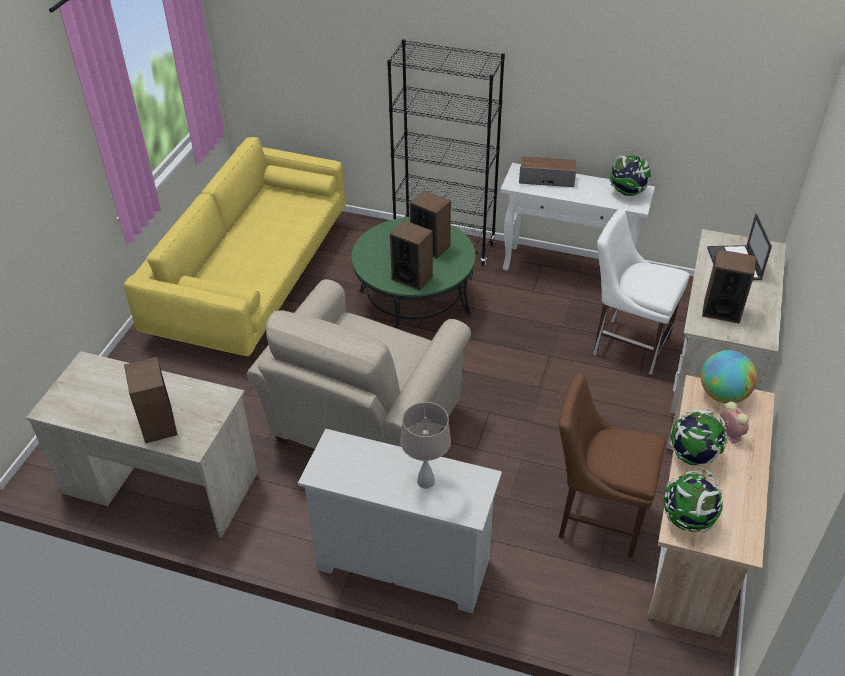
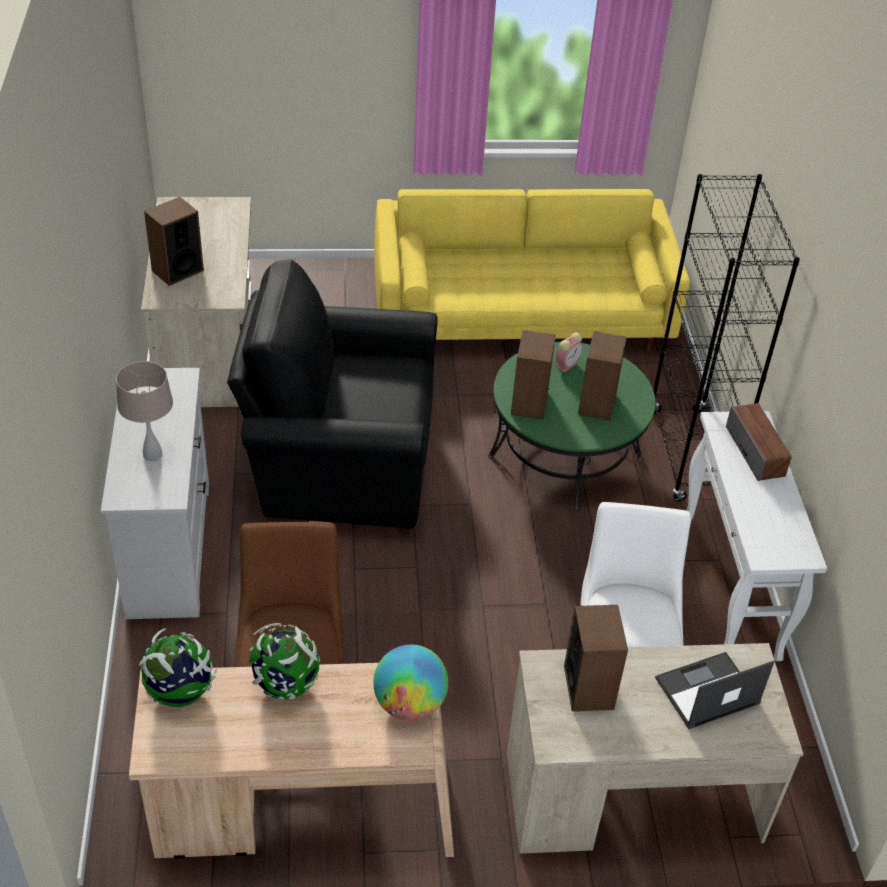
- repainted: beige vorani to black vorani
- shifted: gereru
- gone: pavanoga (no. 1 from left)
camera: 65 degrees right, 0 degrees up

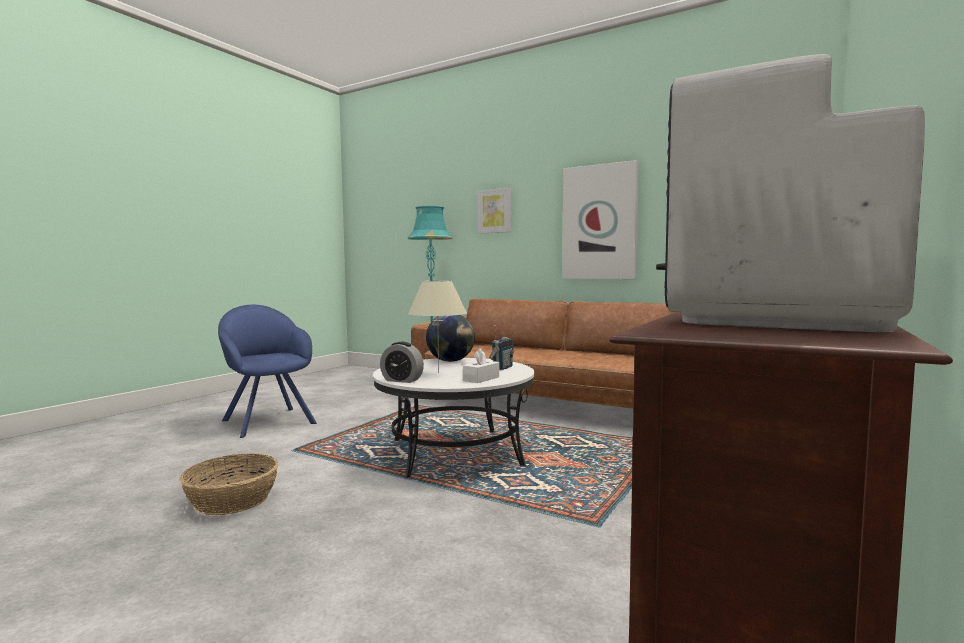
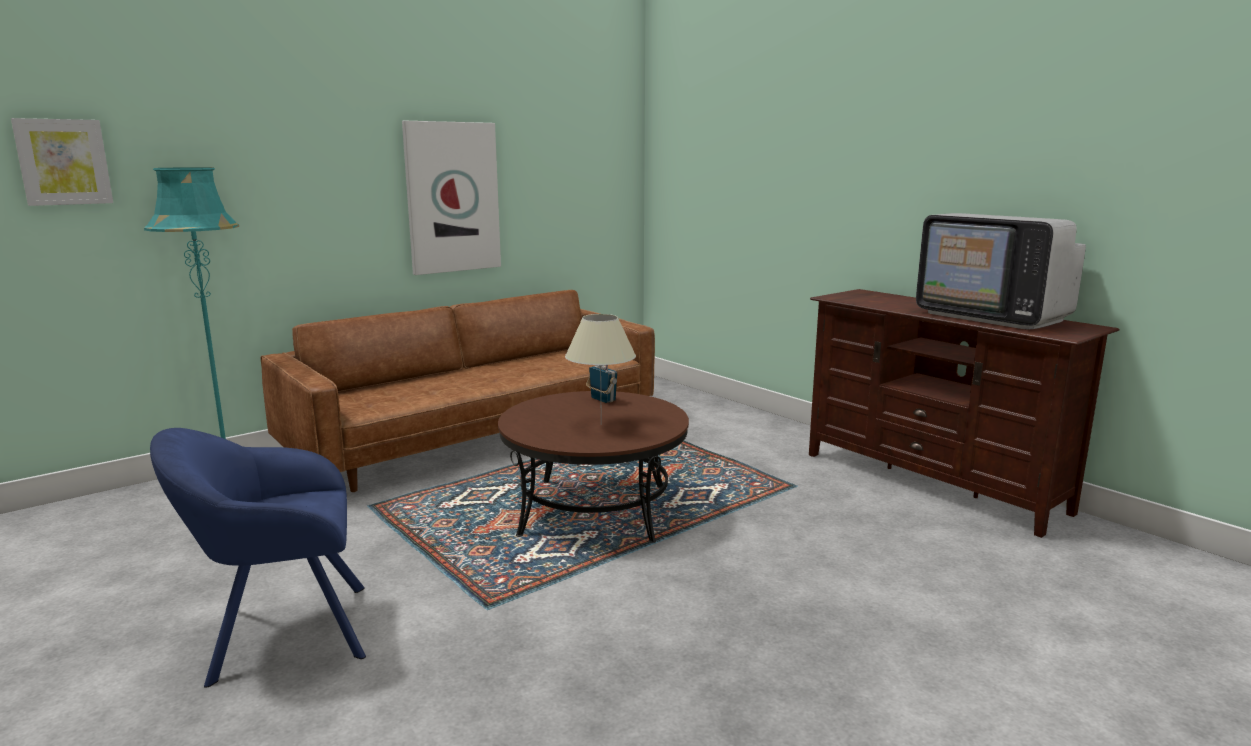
- shifted: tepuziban (no. 1 from left)
- repainted: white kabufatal to brown kabufatal
- gone: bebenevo
- gone: gereru
- gone: pavanoga
- gone: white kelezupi
camera: 70 degrees left, 10 degrees up

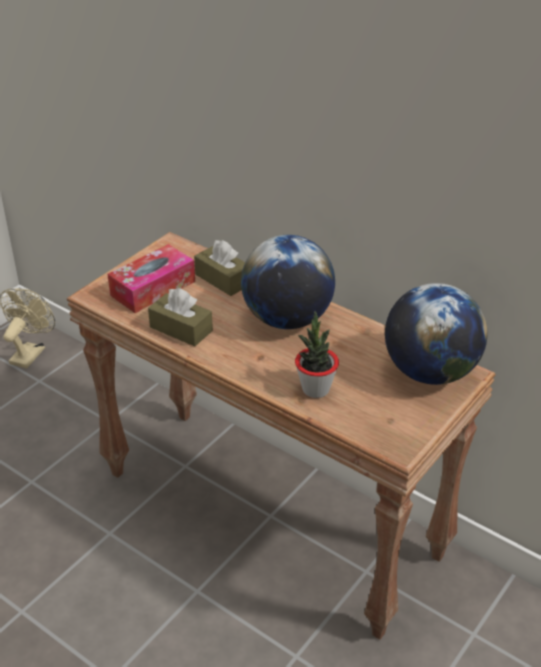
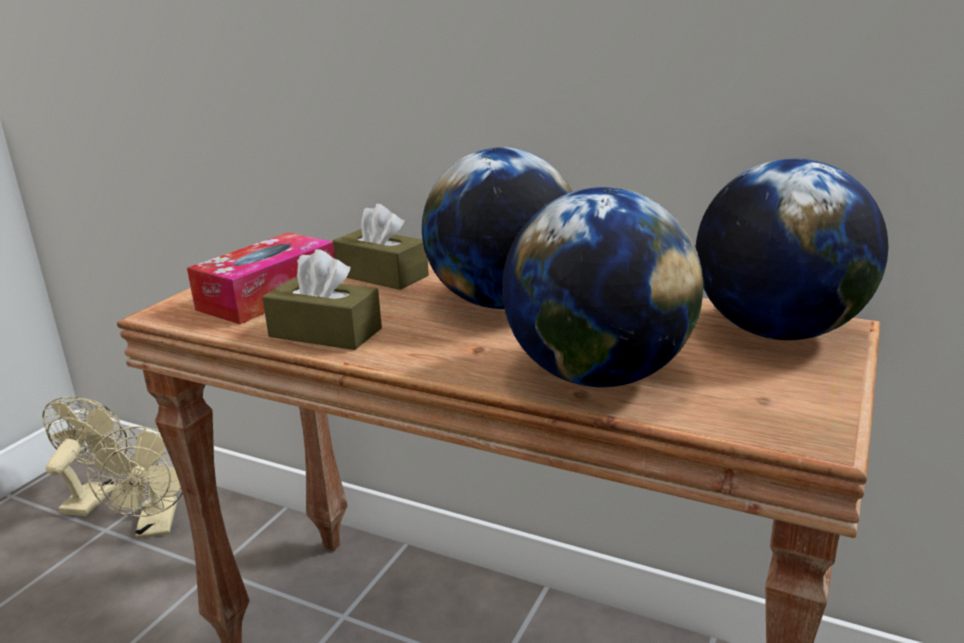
- new: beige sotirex (no. 2 from left)
- swapped: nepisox to pavanoga (no. 2 from left)
camera: 10 degrees left, 15 degrees down

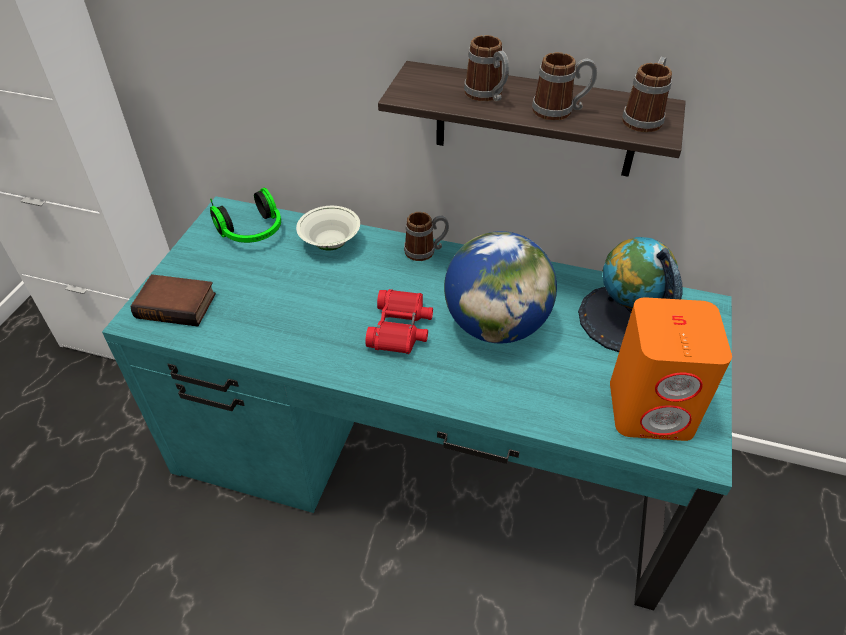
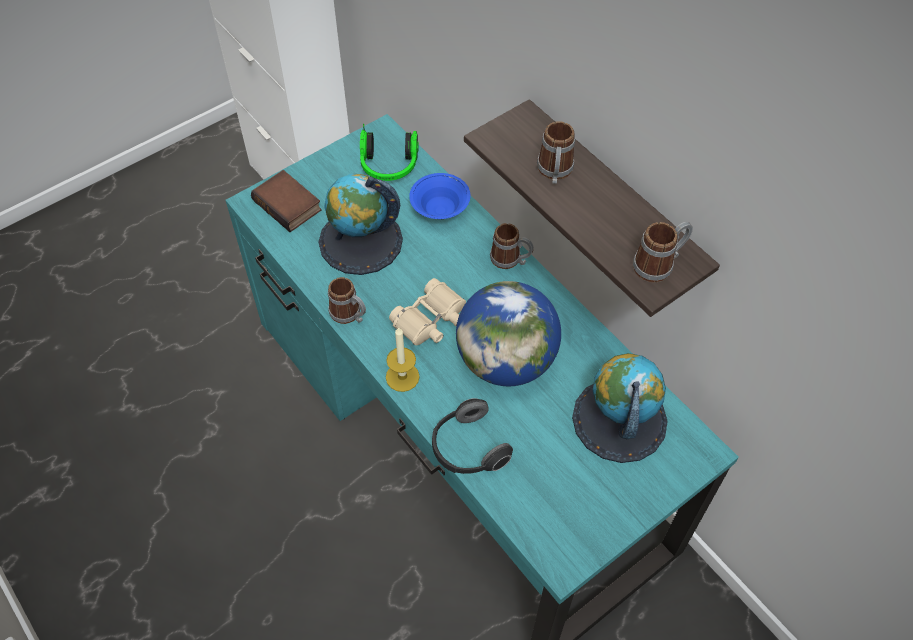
- new: pavanoga (no. 1 from left)
- shifted: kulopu (no. 3 from left in the first image) to kulopu (no. 1 from left)
- new: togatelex
- repainted: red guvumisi to beige guvumisi
- repainted: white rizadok to blue rizadok
- new: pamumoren (no. 2 from left)
- gone: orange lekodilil
camera: 35 degrees right, 10 degrees up

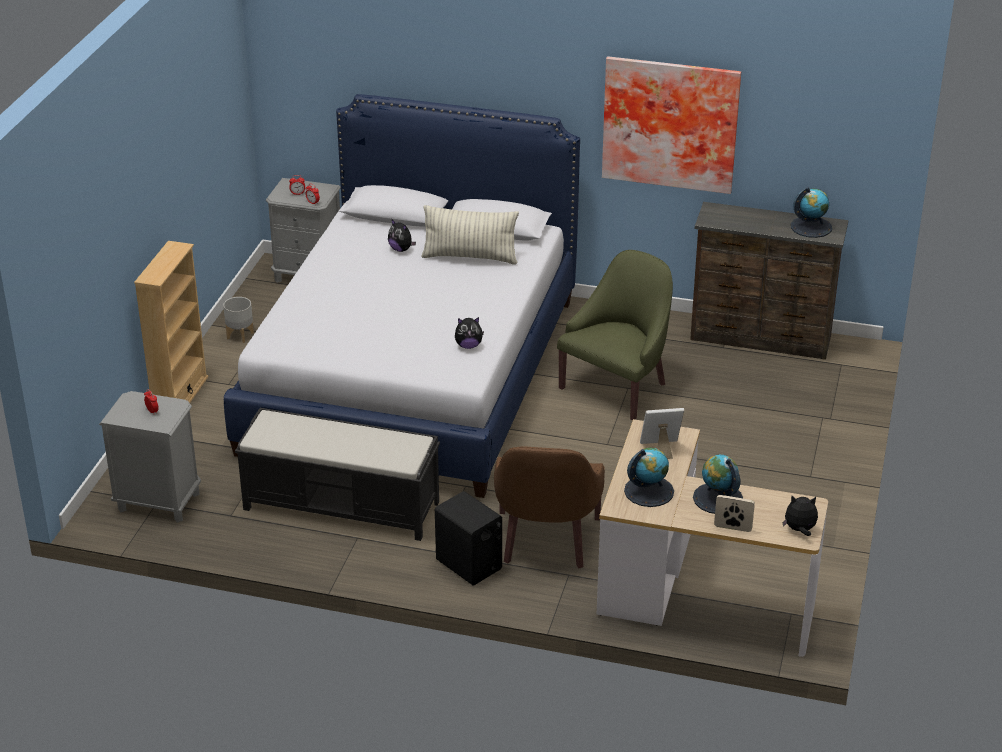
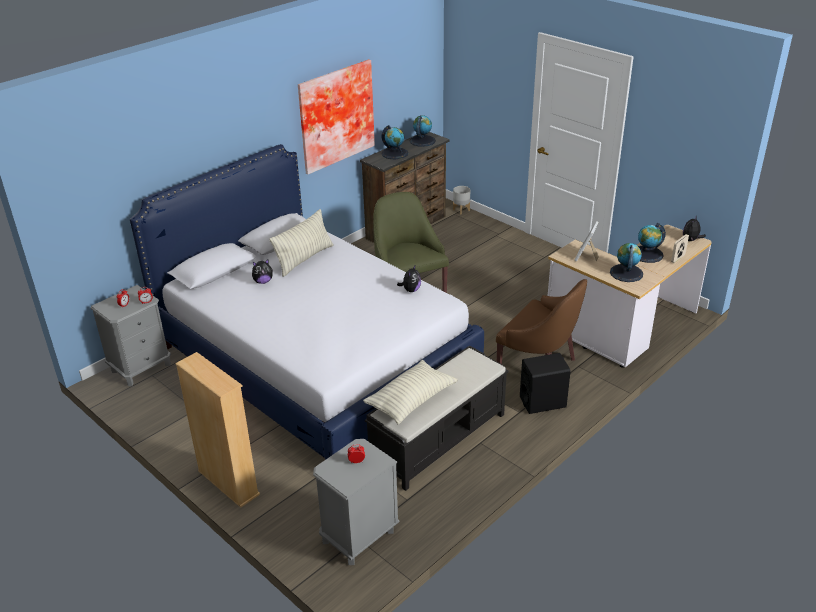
- new: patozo (no. 2 from left)
- new: pavanoga (no. 1 from left)
- shifted: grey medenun
camera: 60 degrees left, 0 degrees up

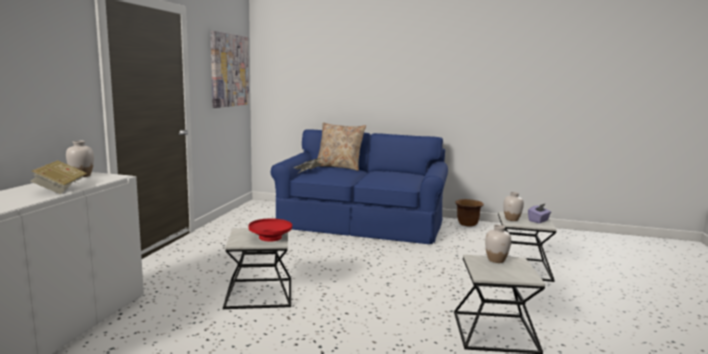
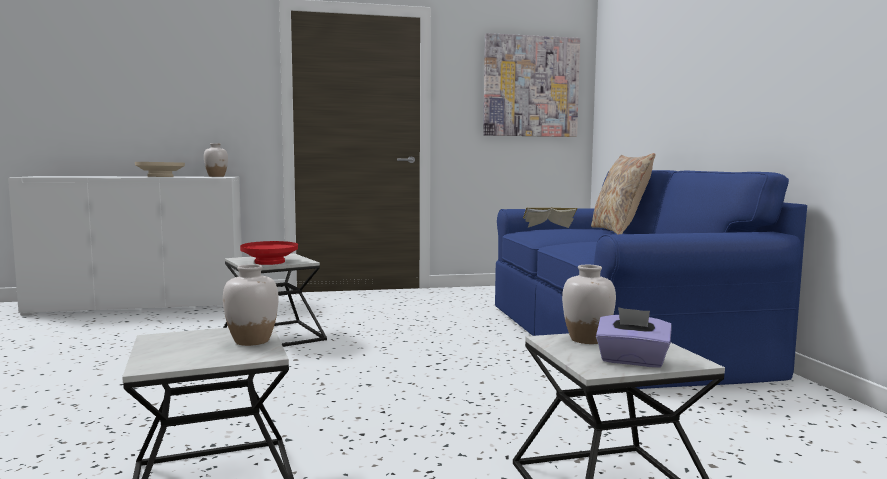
- swapped: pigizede (no. 1 from left) to beige rizadok
- gone: brown medenun
camera: 65 degrees right, 5 degrees down

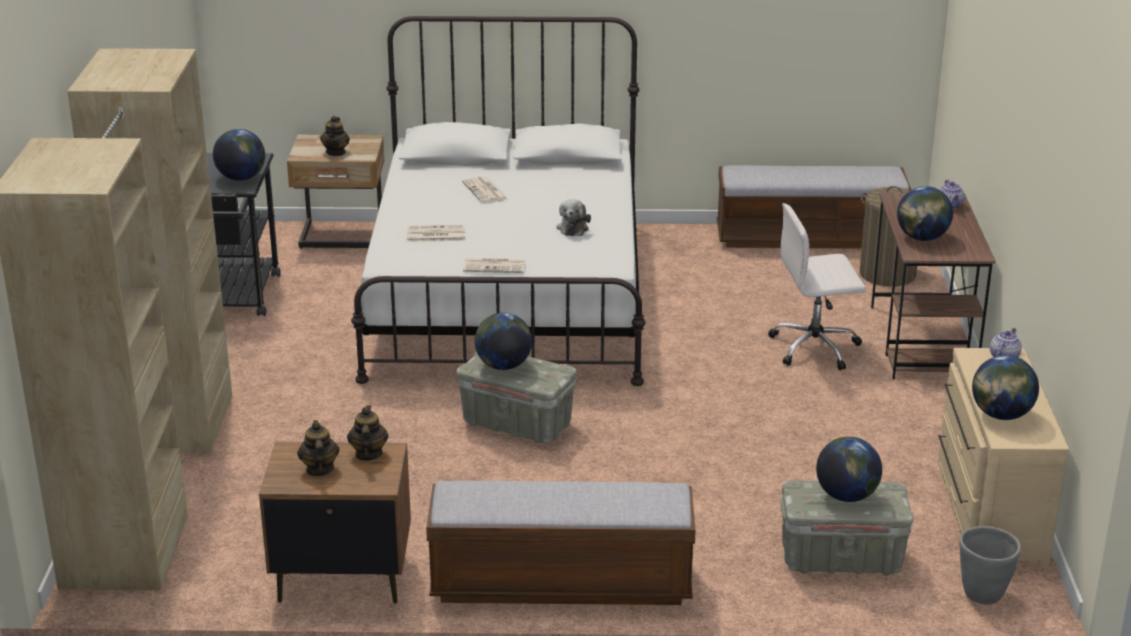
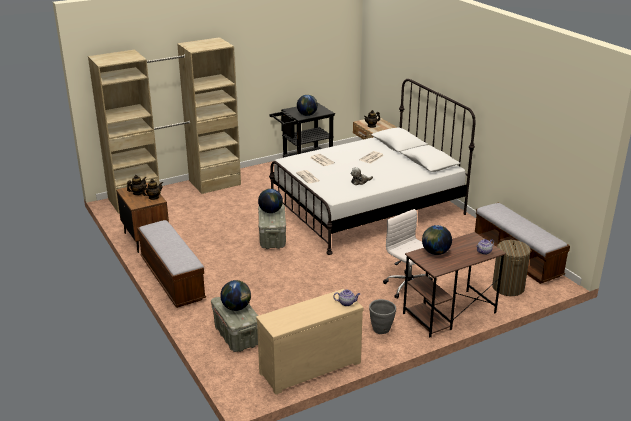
- shifted: grey medenun
- gone: pavanoga (no. 5 from left)
camera: 60 degrees right, 0 degrees up

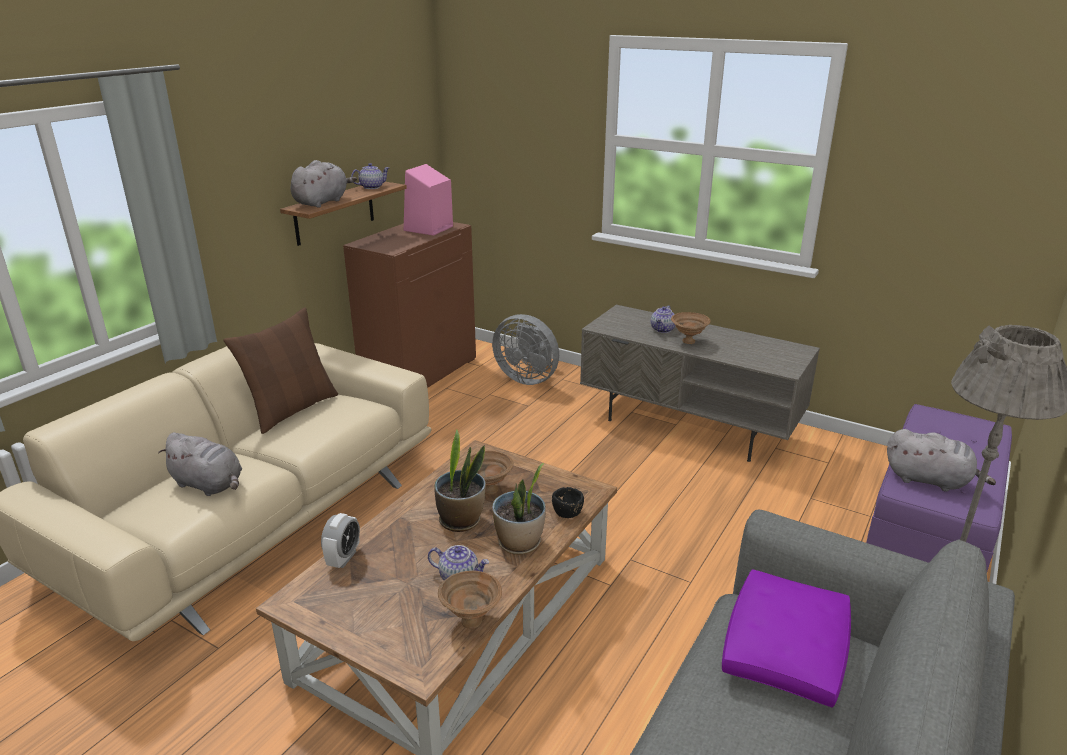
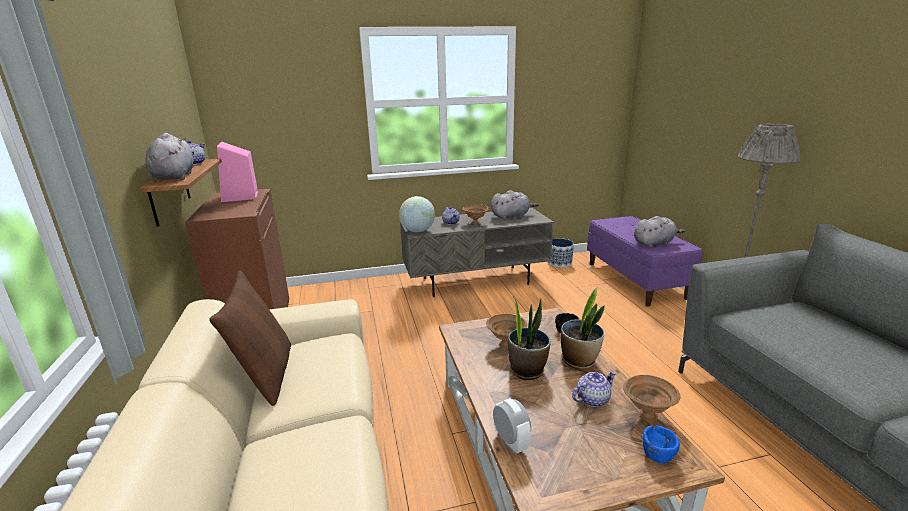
- new: pavanoga
- shifted: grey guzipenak (no. 1 from left in the first image) to grey guzipenak (no. 2 from left)
- new: medenun
- new: blue rizadok
- gone: grey sotirex
- gone: purple patozo
camera: 45 degrees left, 5 degrees down

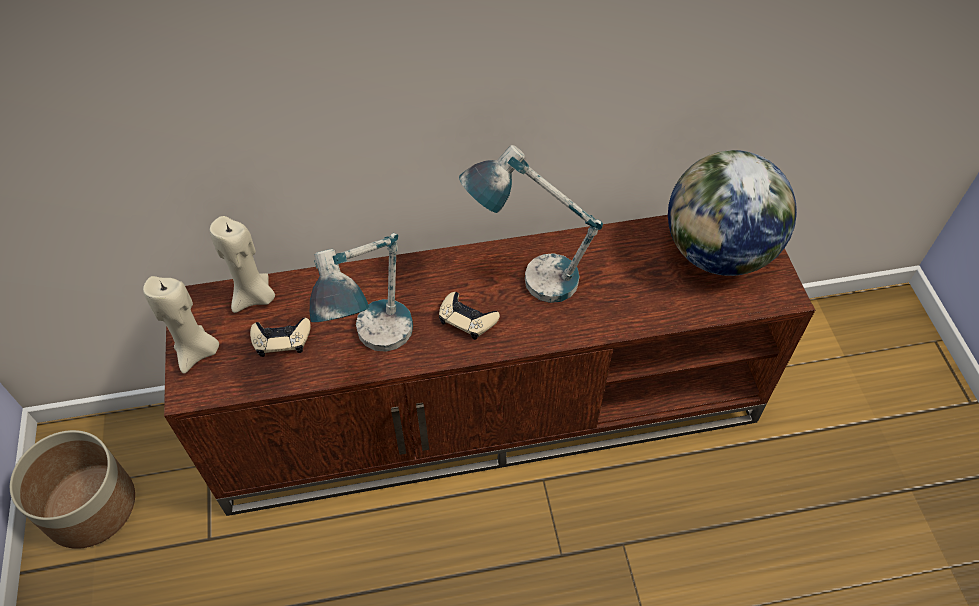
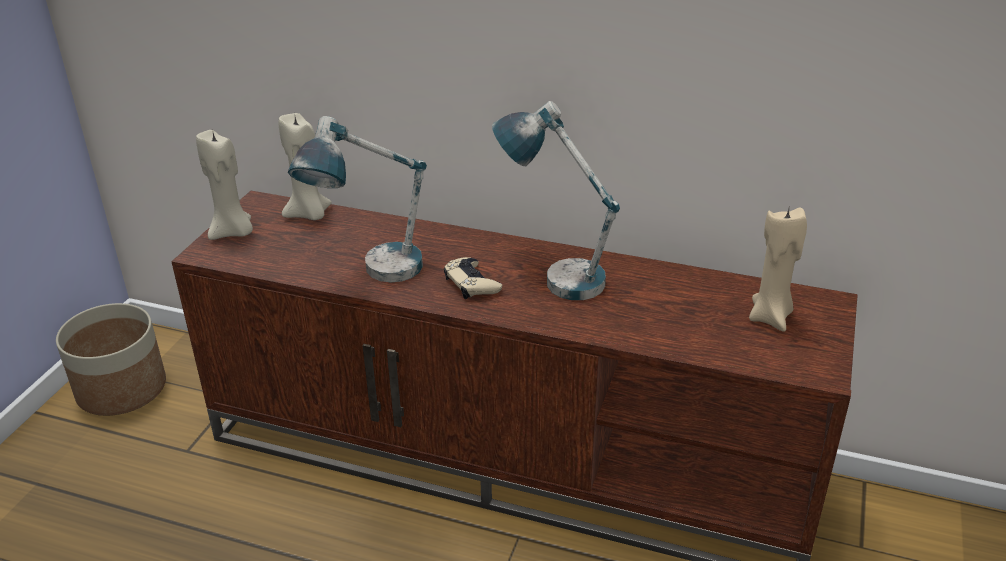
- swapped: pavanoga to beige togatelex (no. 3 from left)
- gone: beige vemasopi (no. 1 from left)
camera: 30 degrees right, 20 degrees down

